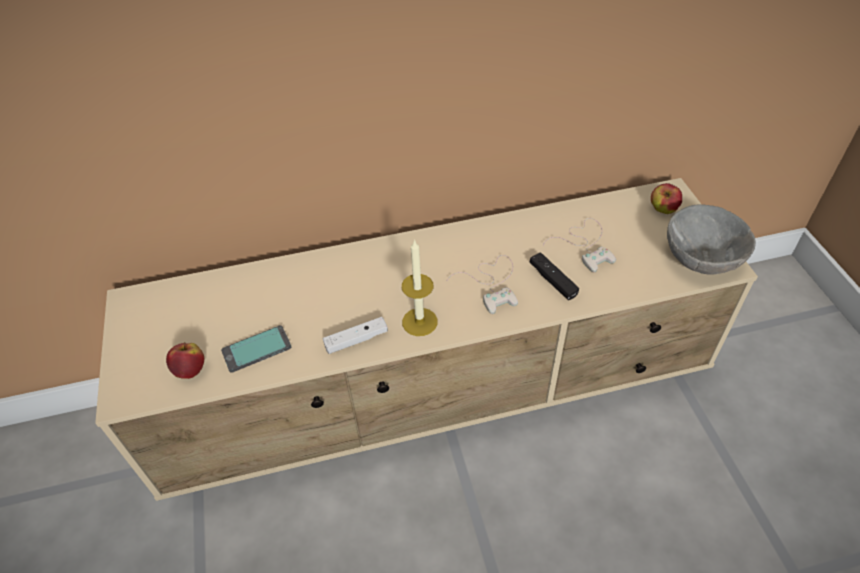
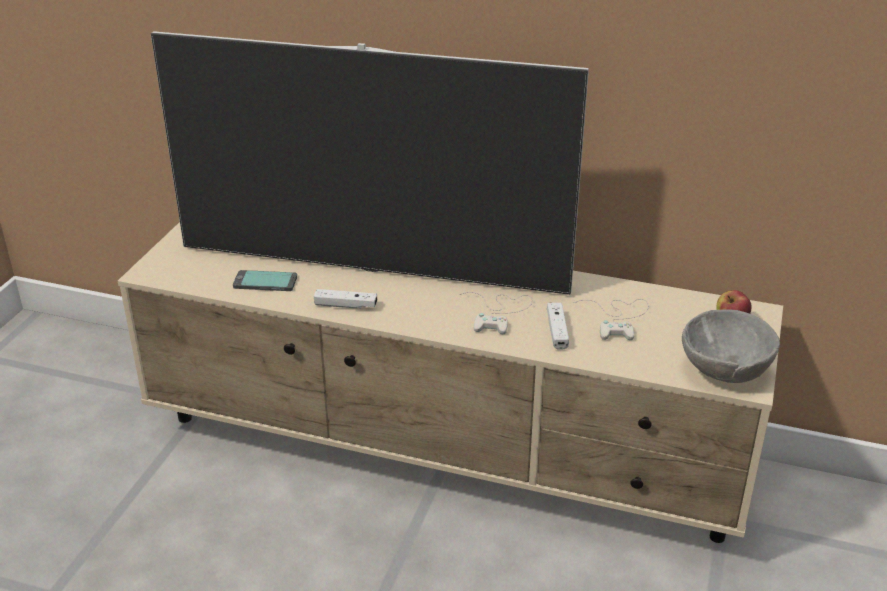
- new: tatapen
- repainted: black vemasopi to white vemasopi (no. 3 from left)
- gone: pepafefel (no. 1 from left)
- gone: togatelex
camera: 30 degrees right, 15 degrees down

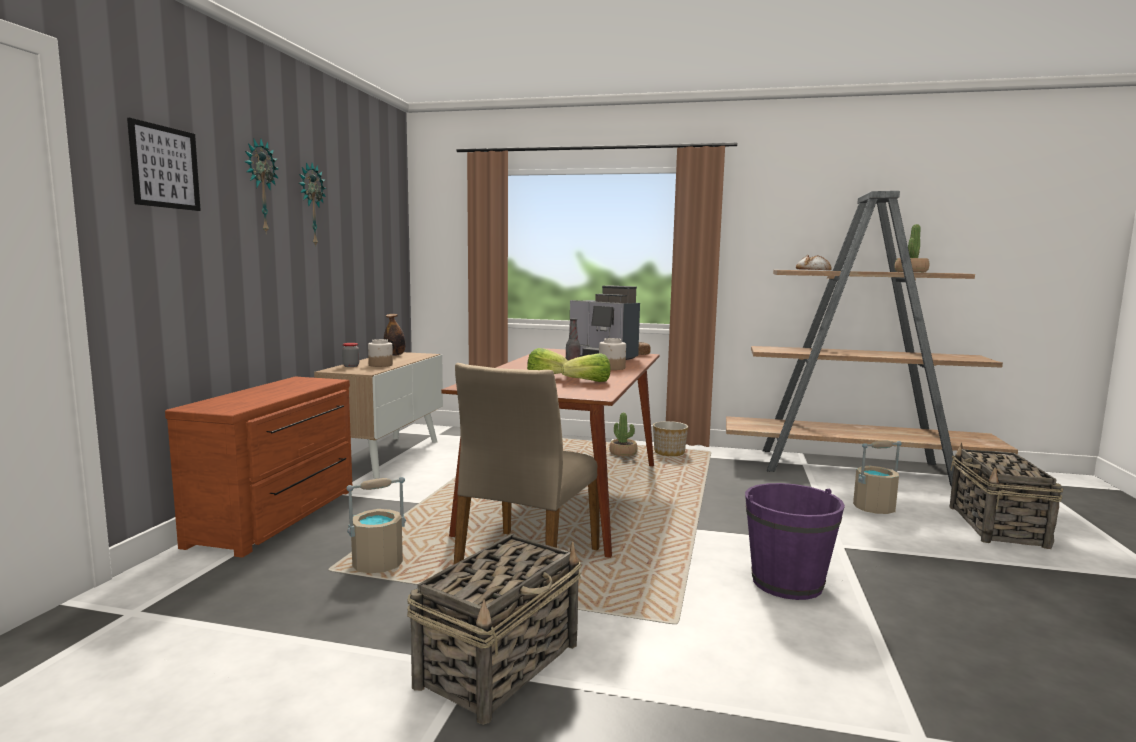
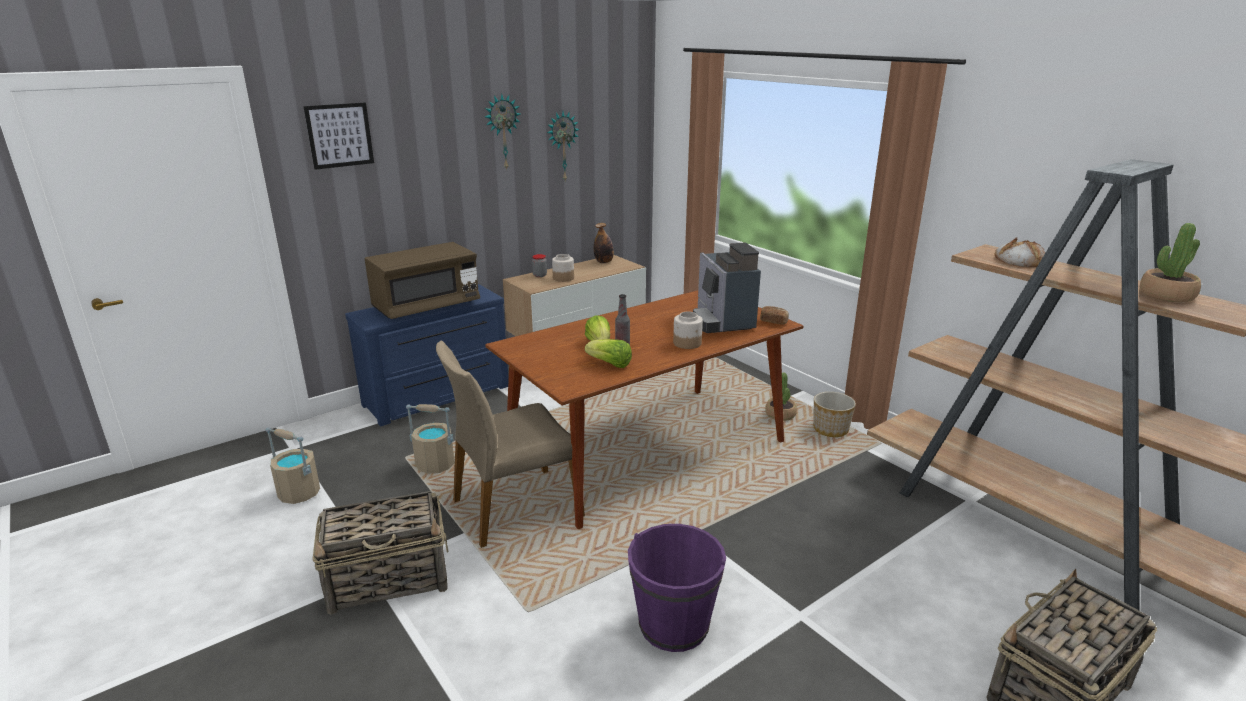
- shifted: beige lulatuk (no. 2 from left in the first image) to beige lulatuk (no. 1 from left)
- repainted: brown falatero to blue falatero
- new: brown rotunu
- shifted: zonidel (no. 1 from left in the first image) to zonidel (no. 2 from left)
camera: 40 degrees right, 15 degrees up

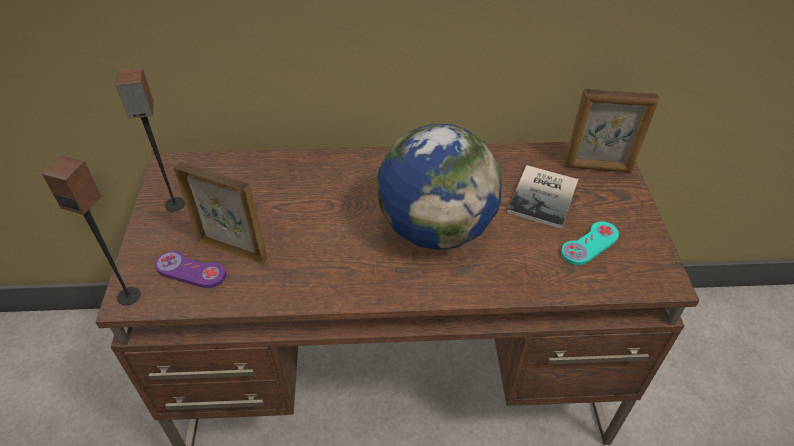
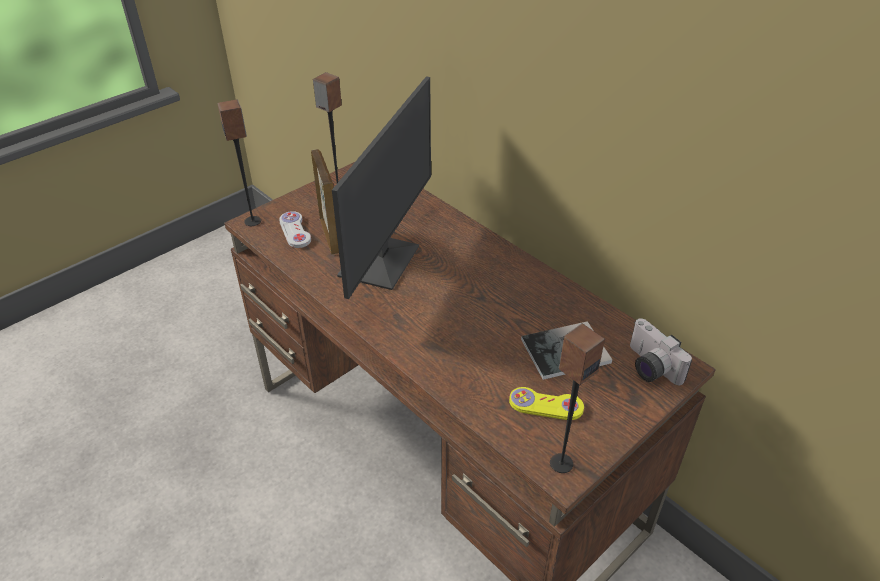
- repainted: purple vemasopi to white vemasopi
- new: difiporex
- repainted: turquoise vemasopi to yellow vemasopi
- new: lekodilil (no. 3 from left)
- swapped: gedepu (no. 2 from left) to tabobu
- gone: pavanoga
camera: 50 degrees right, 5 degrees down

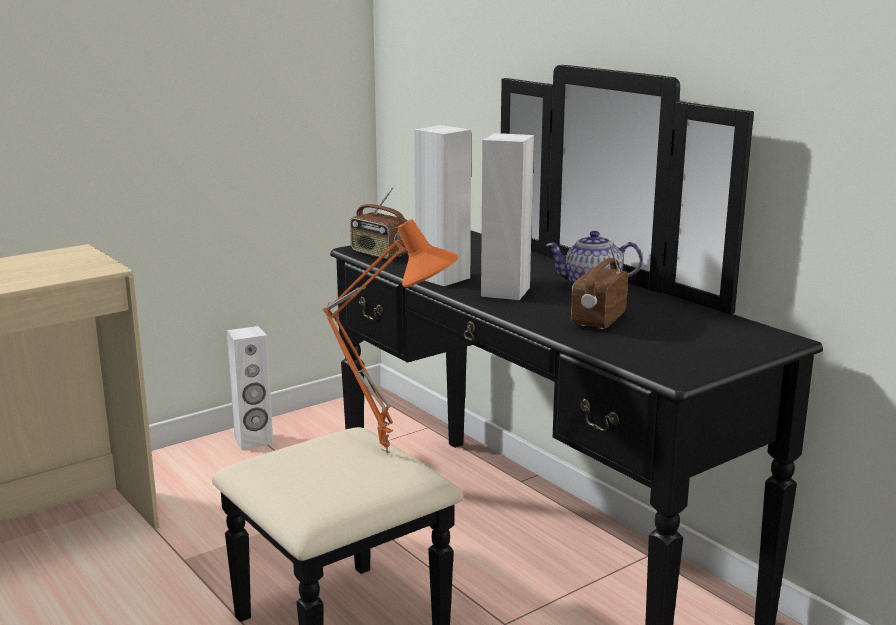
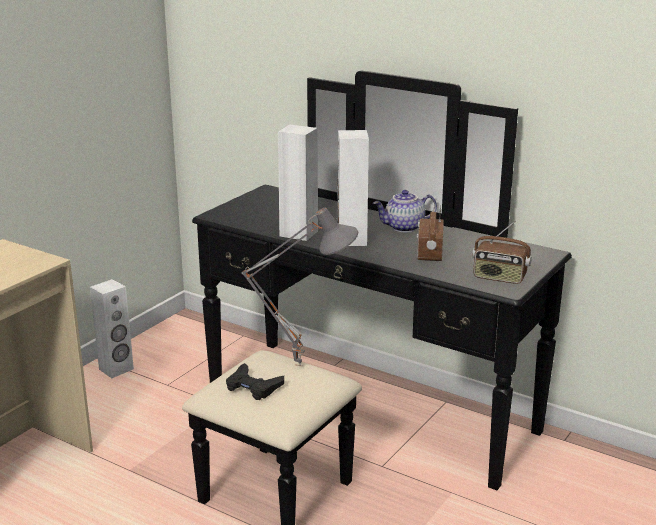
- new: black vemasopi
- repainted: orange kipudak to grey kipudak
- shifted: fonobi (no. 1 from left in the first image) to fonobi (no. 2 from left)
camera: 20 degrees left, 5 degrees up

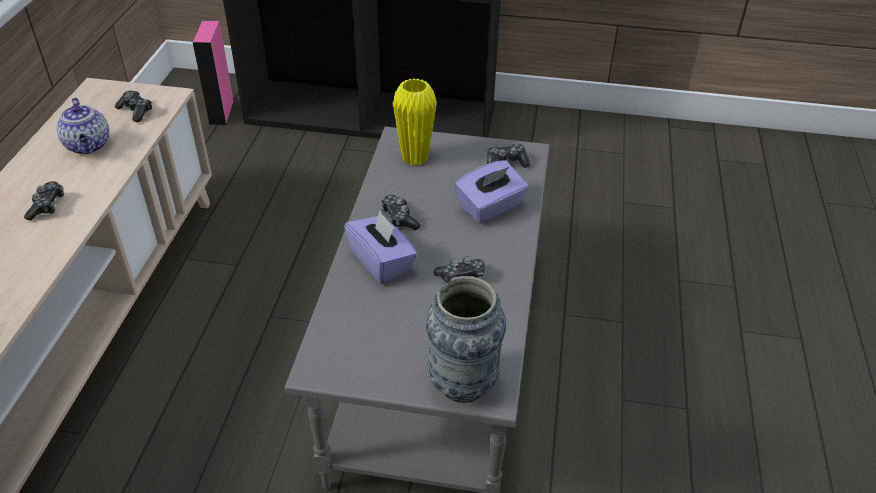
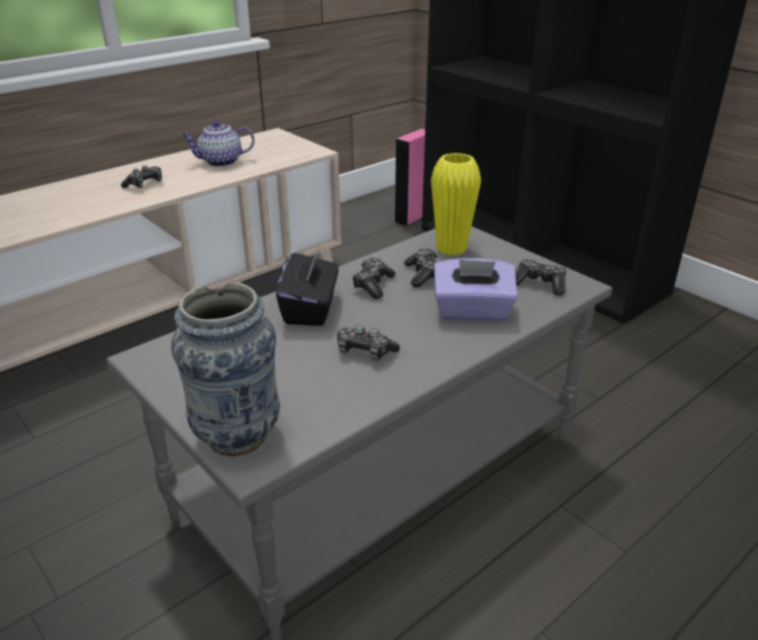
- rotated: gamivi 60 degrees clockwise
- repainted: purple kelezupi (no. 1 from left) to black kelezupi
- shifted: vemasopi (no. 2 from left in the first image) to vemasopi (no. 4 from left)
camera: 40 degrees right, 10 degrees down

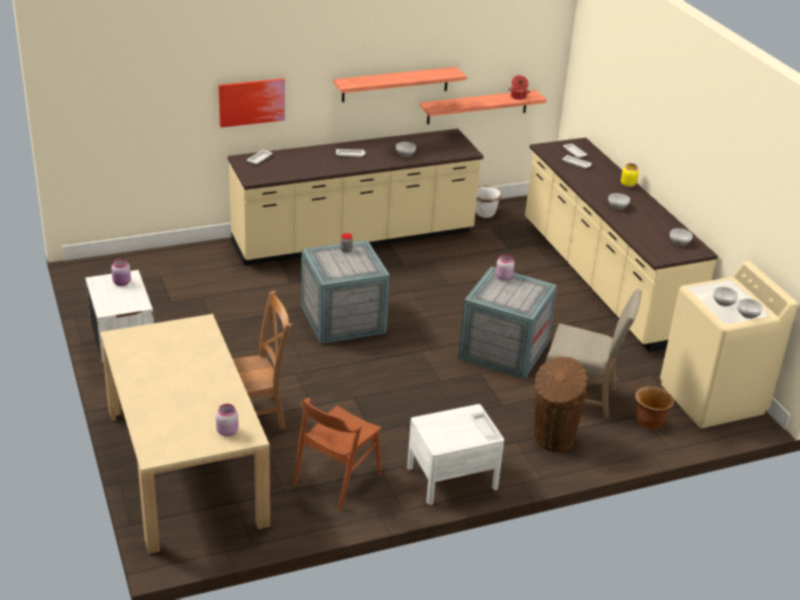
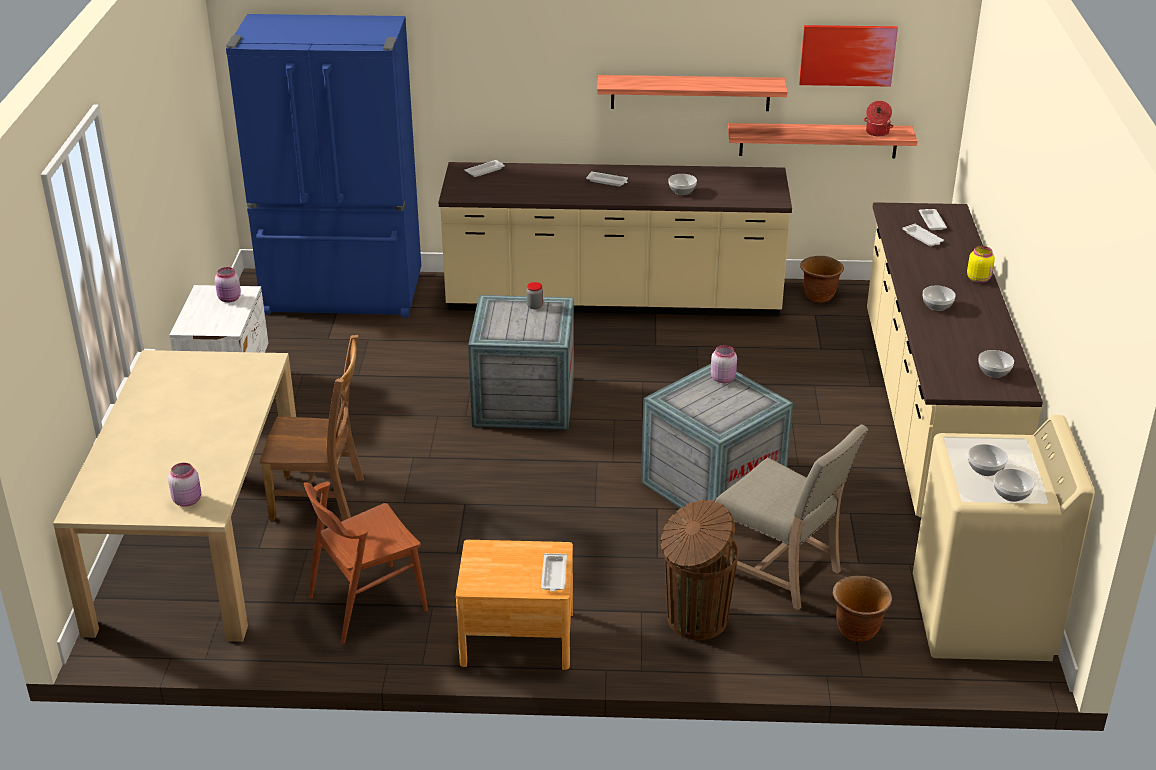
- new: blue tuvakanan
- repainted: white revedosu (no. 2 from left) to brown revedosu
- shifted: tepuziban
- repainted: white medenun to brown medenun (no. 1 from left)
camera: 25 degrees right, 0 degrees up

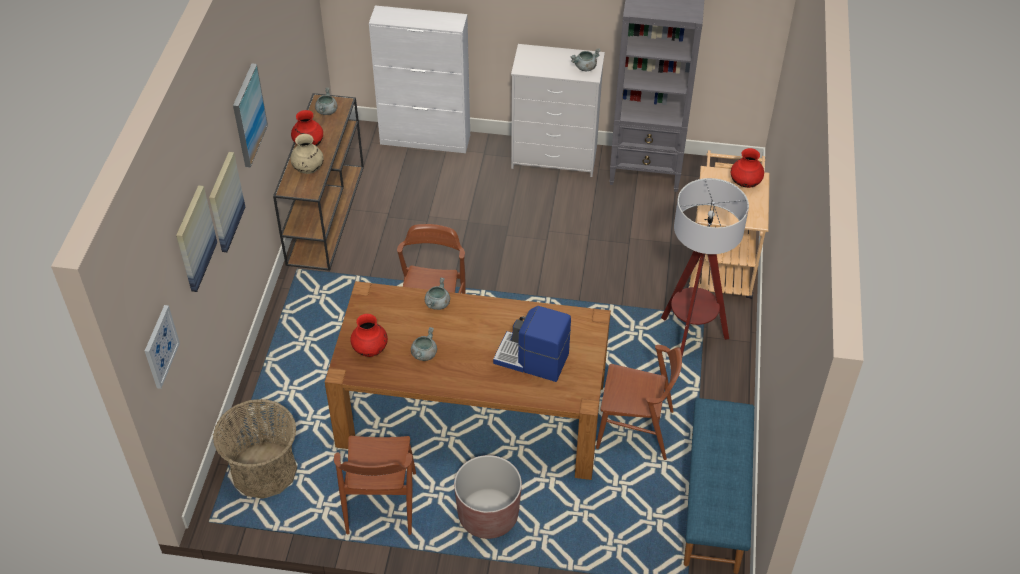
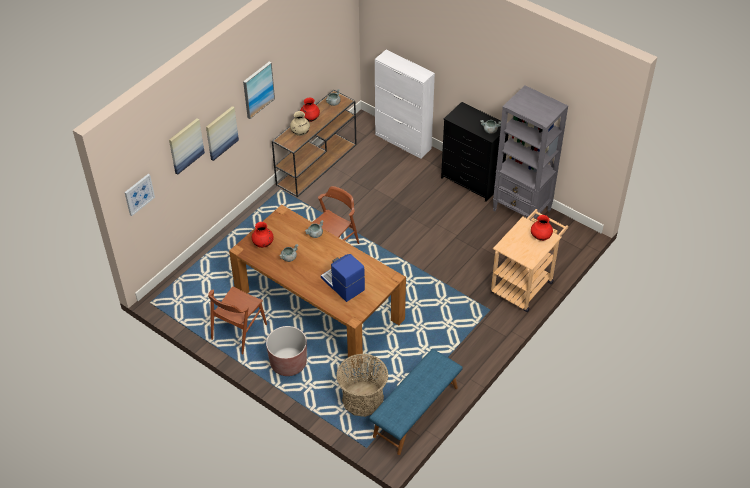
- shifted: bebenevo
- repainted: white falatero to black falatero
- gone: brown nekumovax (no. 3 from left)
- gone: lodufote
camera: 30 degrees right, 0 degrees up

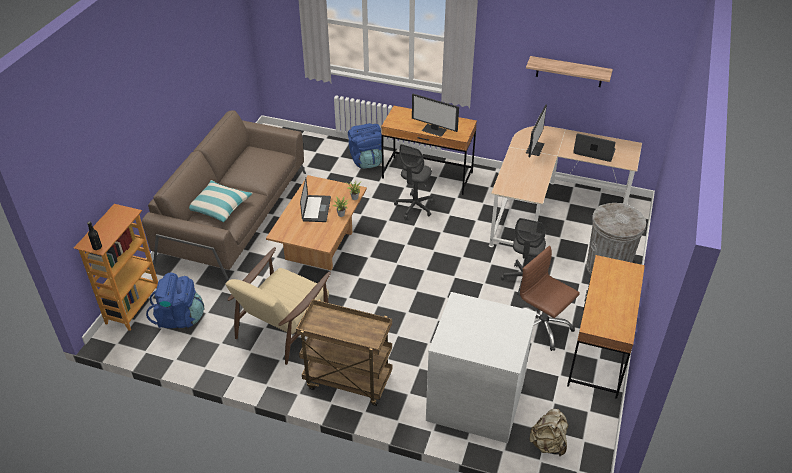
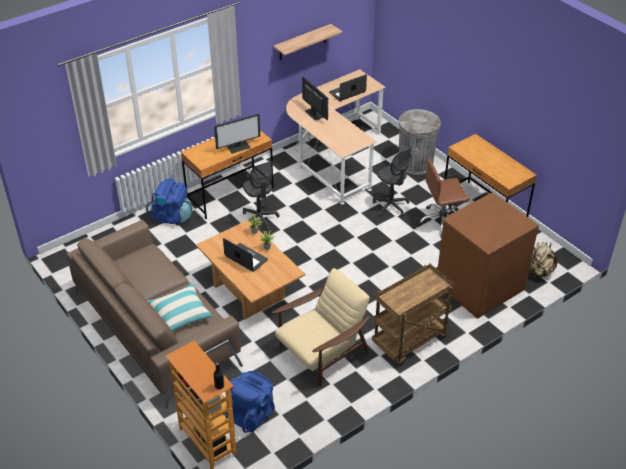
- rotated: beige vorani 105 degrees counterclockwise
- repainted: white falatero to brown falatero
camera: 55 degrees left, 0 degrees up

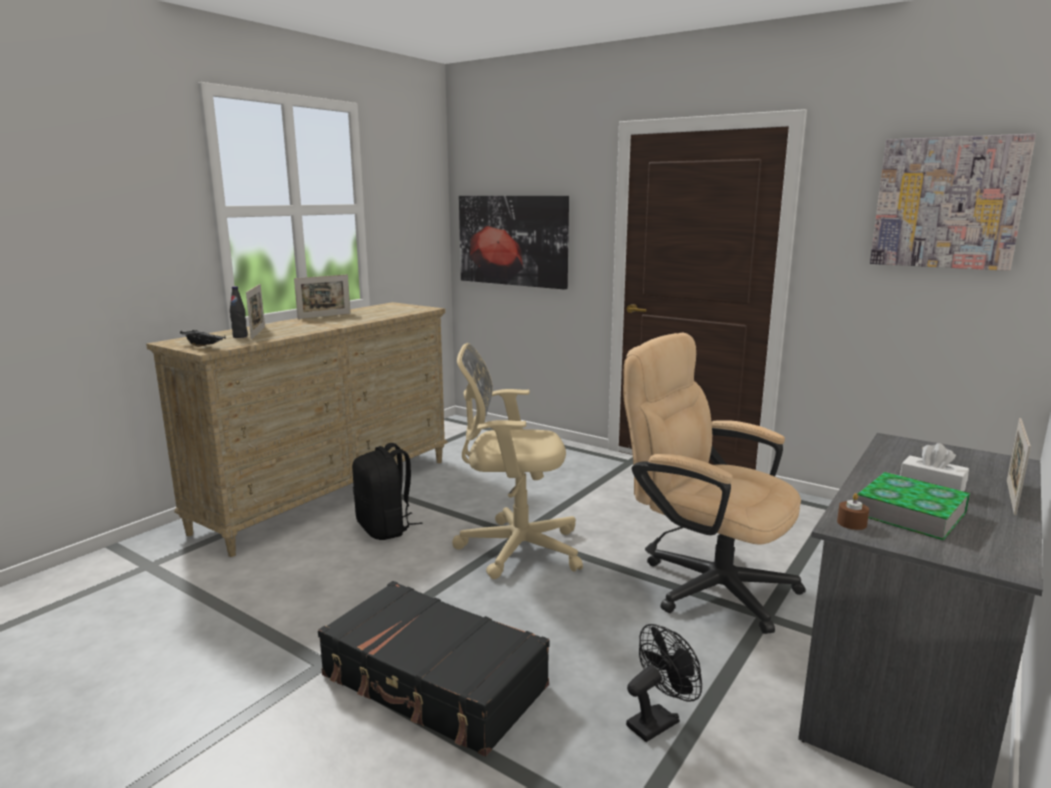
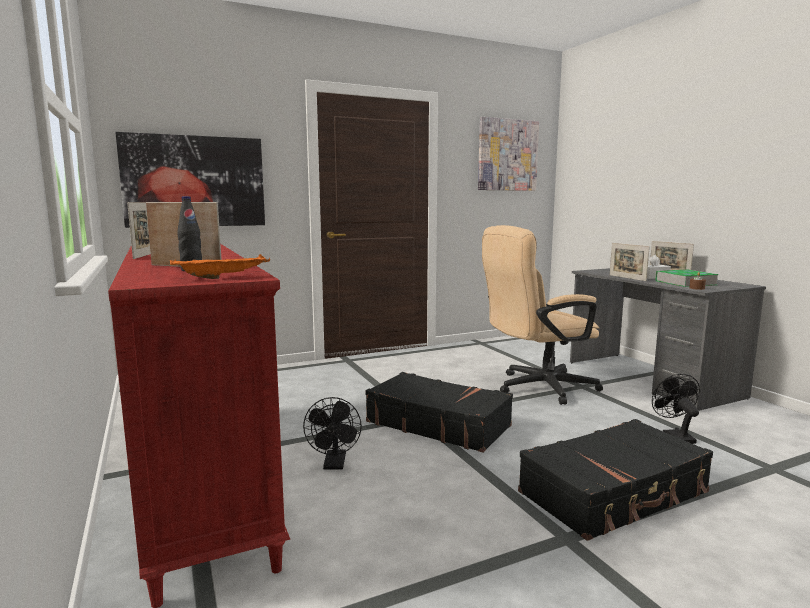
- repainted: beige falatero to red falatero
- repainted: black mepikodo to orange mepikodo
- swapped: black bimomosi to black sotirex (no. 1 from left)
- swapped: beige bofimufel (no. 1 from left) to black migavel (no. 1 from left)
- new: gedepu (no. 3 from left)
camera: 60 degrees left, 5 degrees down

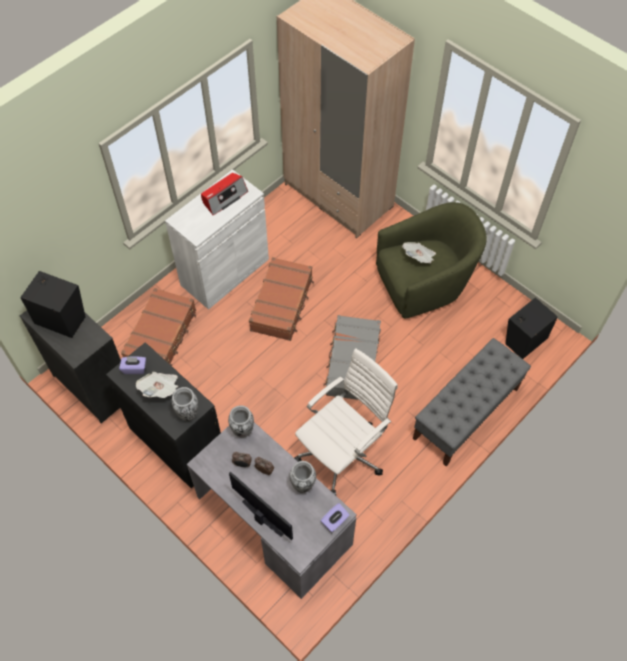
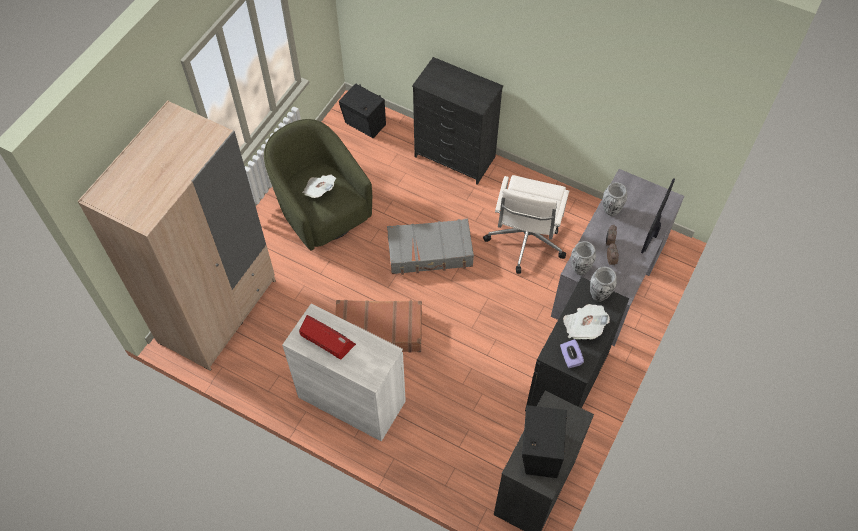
- swapped: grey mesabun to black falatero (no. 1 from left)
- rotated: white bofimufel 105 degrees counterclockwise
- gone: brown migavel (no. 1 from left)
- gone: purple kelezupi (no. 2 from left)
camera: 105 degrees left, 0 degrees up

